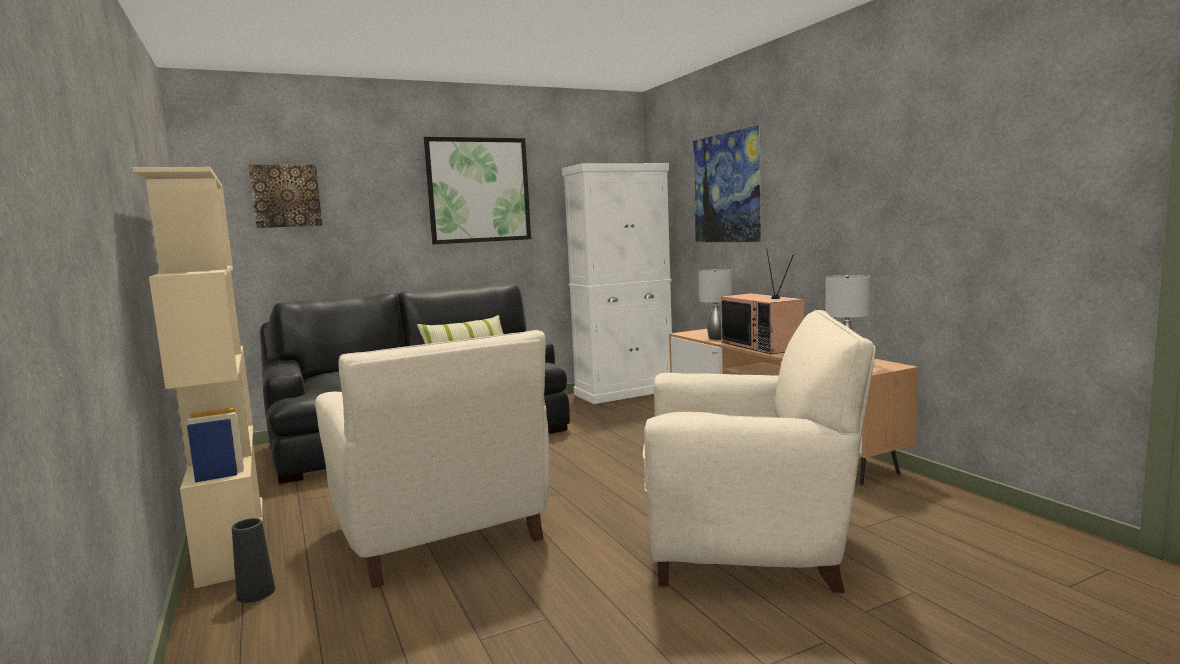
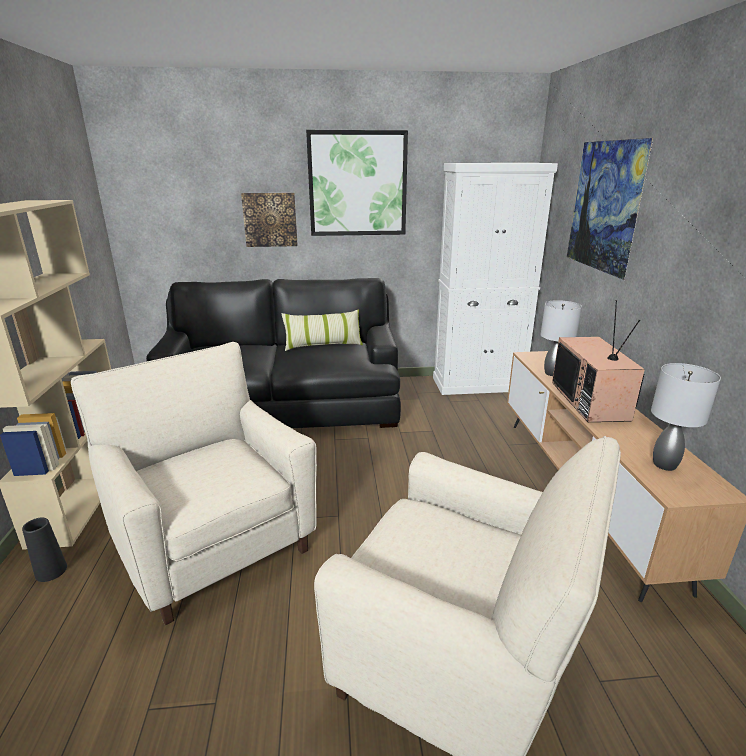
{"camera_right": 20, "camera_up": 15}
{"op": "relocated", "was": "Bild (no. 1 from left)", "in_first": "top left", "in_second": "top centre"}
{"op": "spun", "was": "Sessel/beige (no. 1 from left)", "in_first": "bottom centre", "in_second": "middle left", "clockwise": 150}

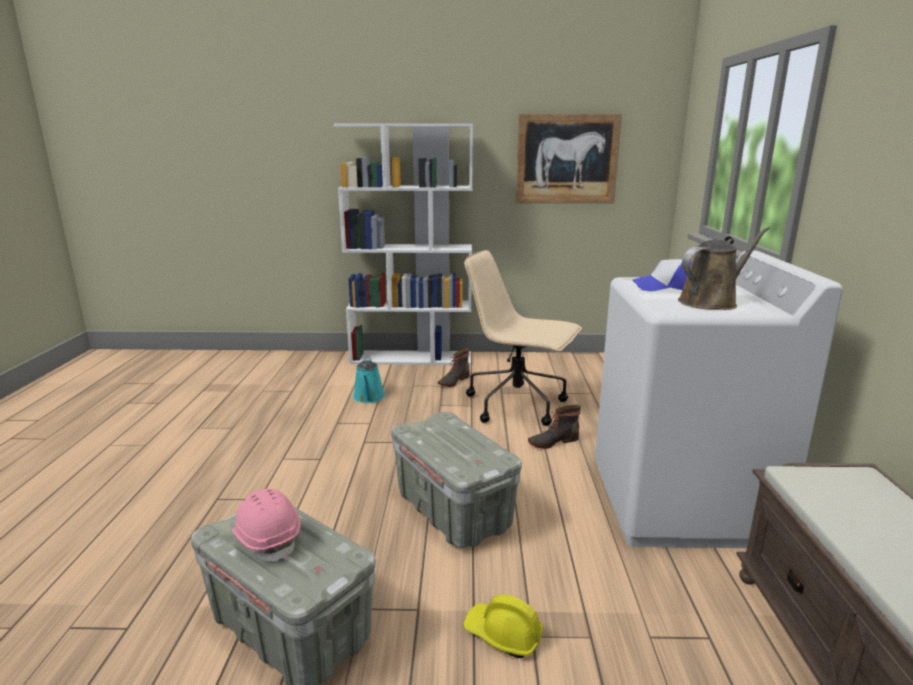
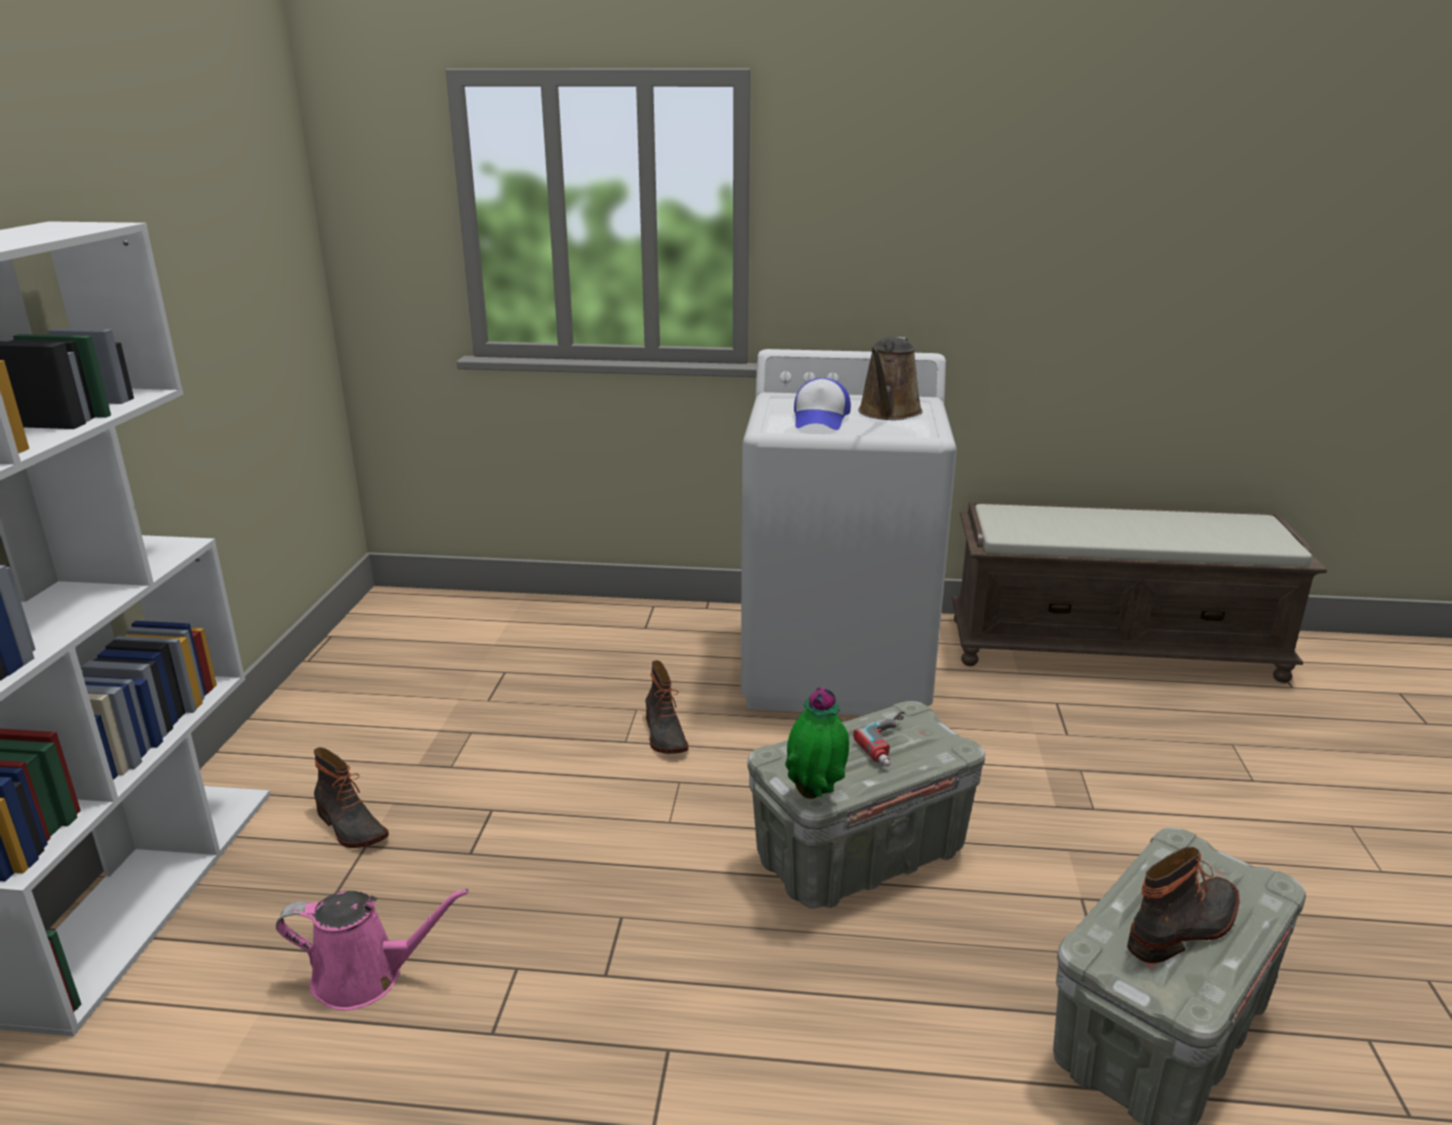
{"camera_right": -85, "camera_up": 5}
{"op": "exchanged", "was": "Schutzhelm/rosa", "now": "Stiefel (no. 3 from left)", "in_first": "bottom left", "in_second": "bottom right"}
{"op": "colour", "was": "Gießkanne/türkis", "now": "Gießkanne/rosa", "in_first": "centre", "in_second": "bottom left"}
{"op": "missing", "was": "Schutzhelm/gelb", "in_first": "bottom centre"}
{"op": "missing", "was": "Bürostuhl/beige", "in_first": "centre"}
{"op": "missing", "was": "Bild", "in_first": "top centre"}
{"op": "spun", "was": "Gießkanne/braun", "in_first": "middle right", "in_second": "centre", "clockwise": -135}
{"op": "appeared", "now": "Topfpflanze", "in_second": "centre"}
{"op": "appeared", "now": "Bohrmaschine", "in_second": "centre"}

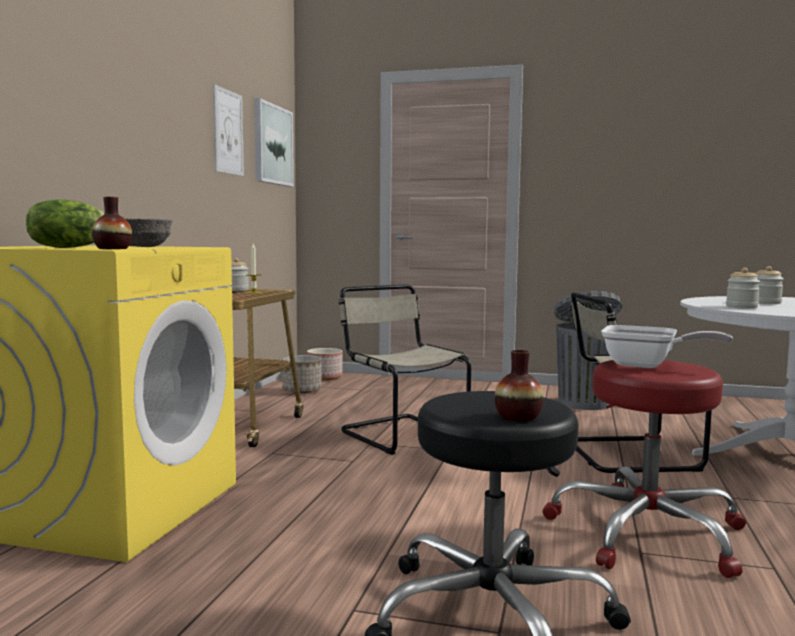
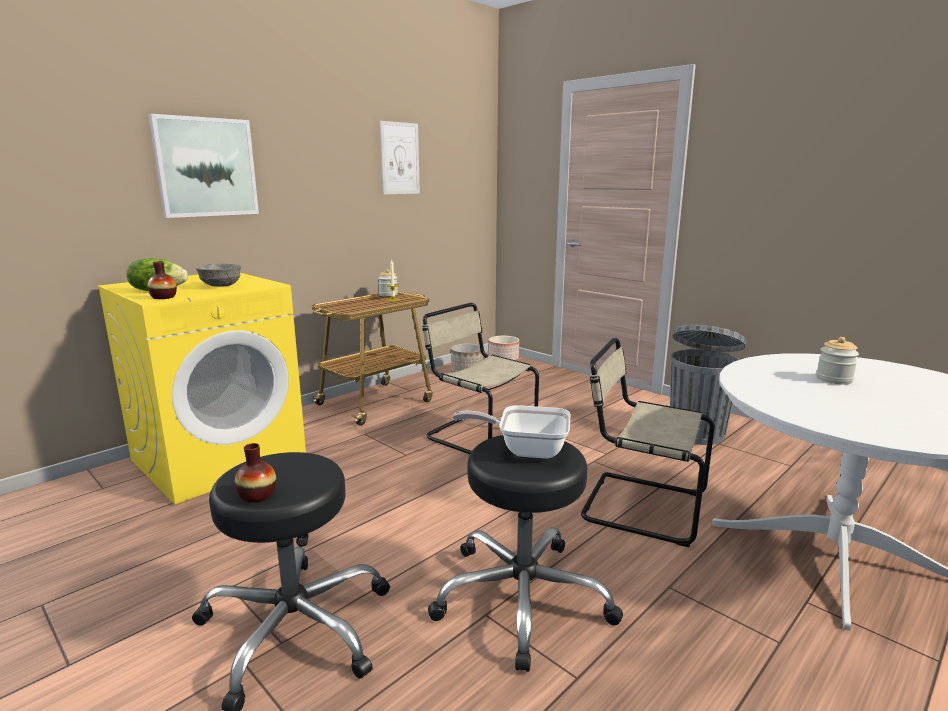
{"camera_right": 30, "camera_up": 10}
{"op": "relocated", "was": "Bild (no. 2 from left in the first image)", "now": "Bild (no. 1 from left)", "in_first": "top centre", "in_second": "top left"}
{"op": "spun", "was": "Stuhl/beige (no. 1 from left)", "in_first": "centre", "in_second": "centre", "clockwise": -45}
{"op": "colour", "was": "Hocker/rot", "now": "Hocker/schwarz (no. 2 from left)", "in_first": "bottom right", "in_second": "bottom centre"}
{"op": "spun", "was": "Pfanne", "in_first": "middle right", "in_second": "centre", "clockwise": 135}
{"op": "missing", "was": "Vorratsglas (no. 2 from left)", "in_first": "middle right"}

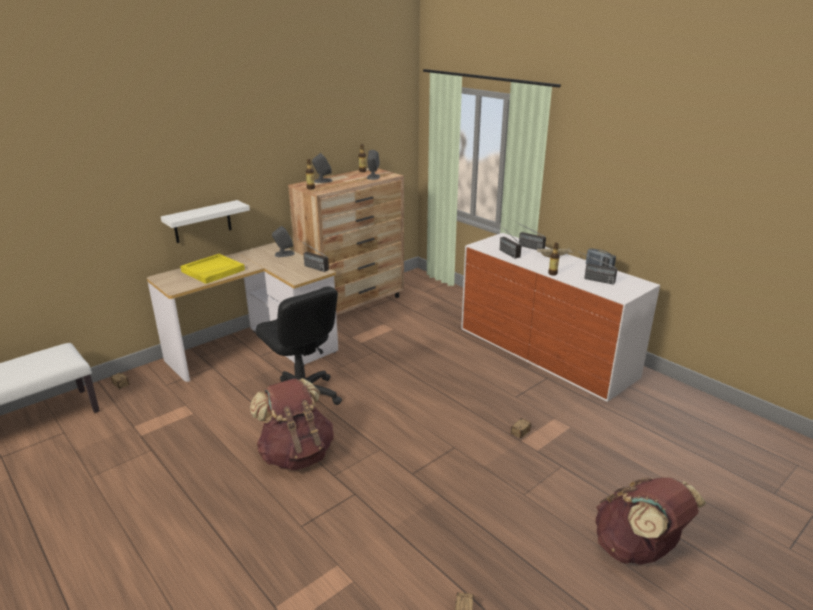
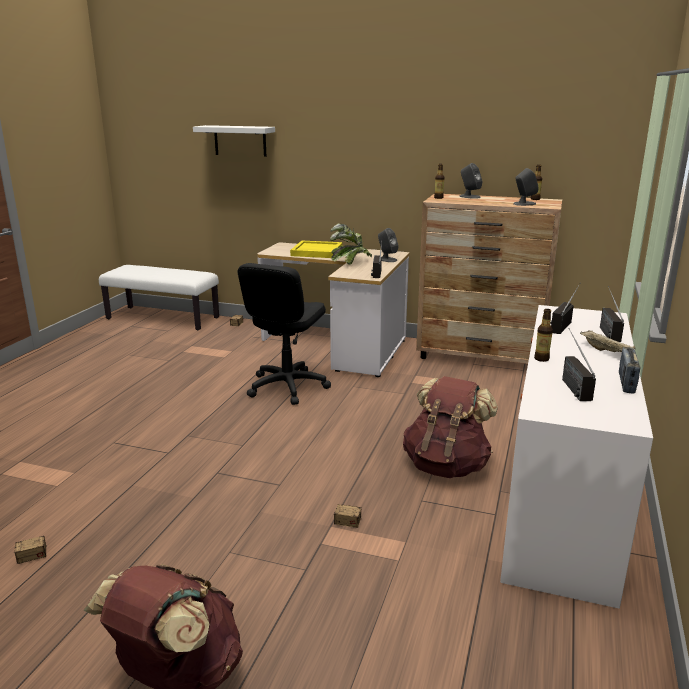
{"camera_right": 60, "camera_up": -5}
{"op": "relocated", "was": "Wandregal/weiß", "in_first": "middle left", "in_second": "top centre"}
{"op": "relocated", "was": "Rucksack/braun (no. 1 from left in the first image)", "now": "Rucksack/braun (no. 2 from left)", "in_first": "bottom centre", "in_second": "centre"}
{"op": "appeared", "now": "Topfpflanze", "in_second": "centre"}

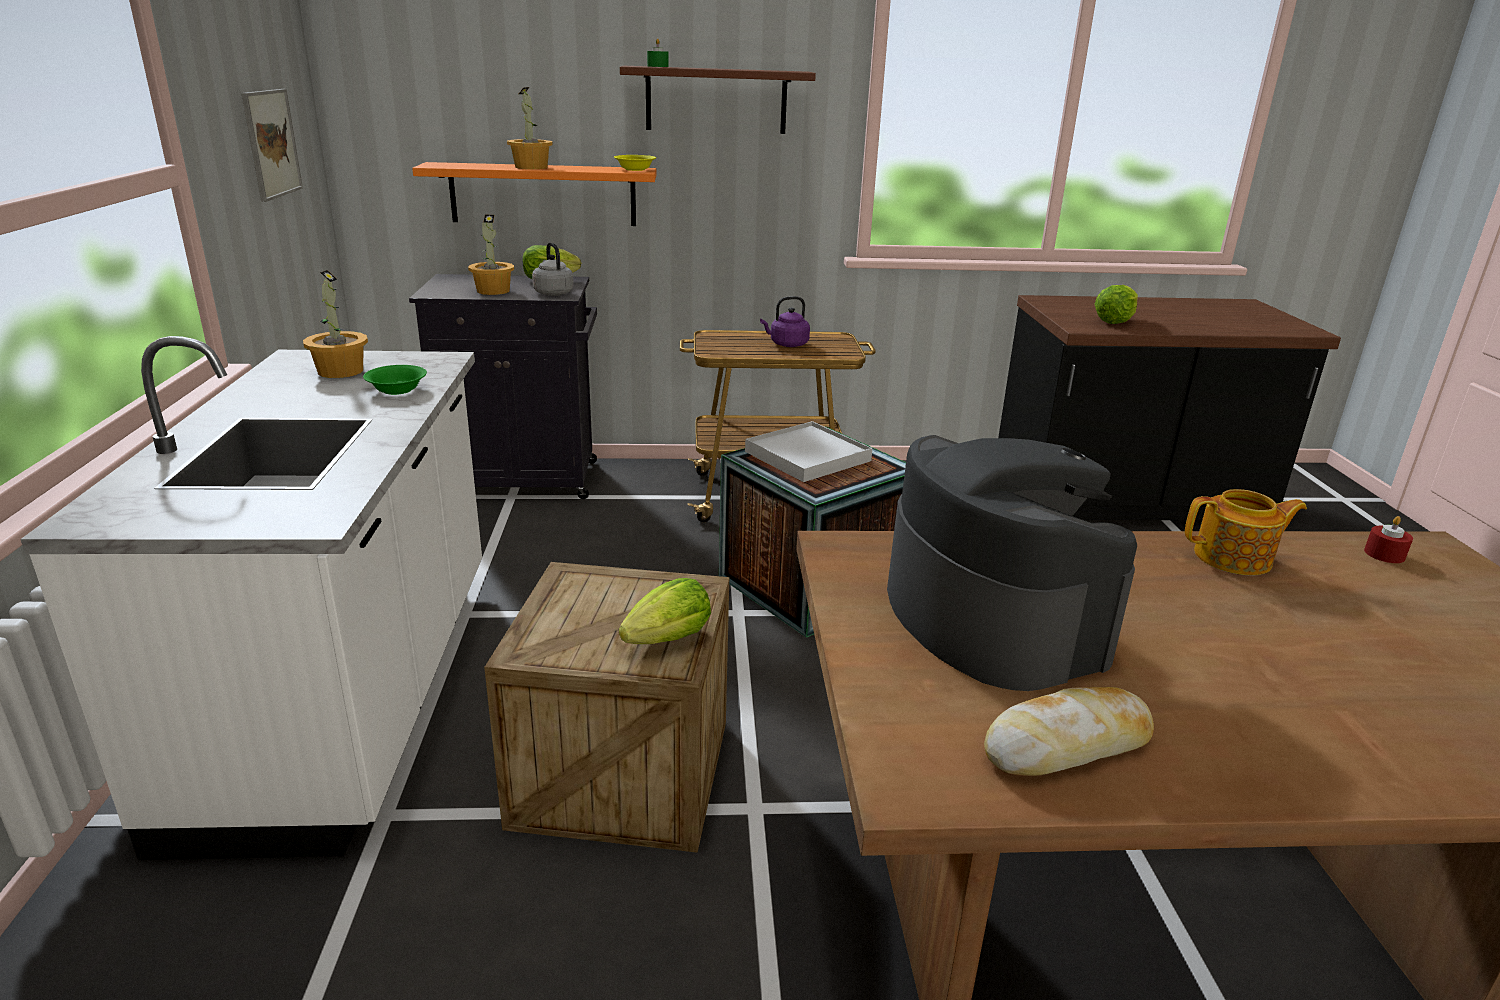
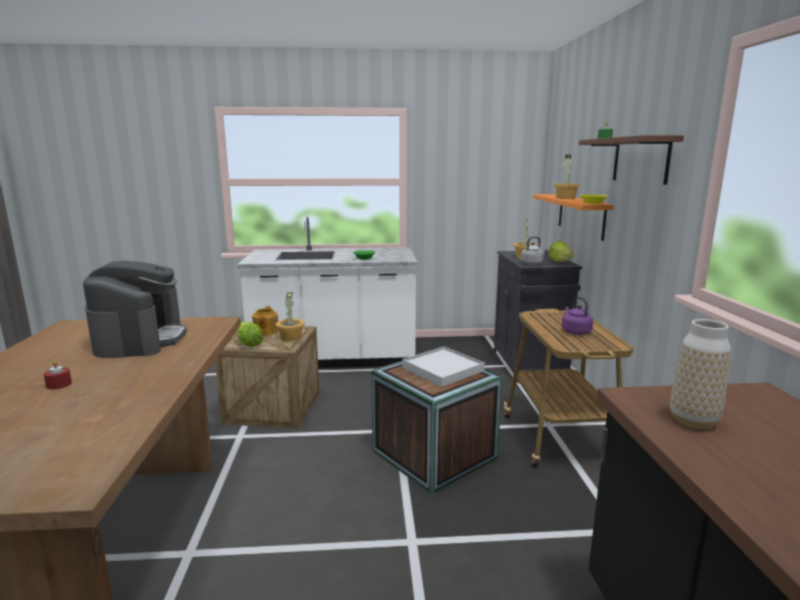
{"camera_right": 90, "camera_up": -10}
{"op": "missing", "was": "Bild", "in_first": "top left"}
{"op": "relocated", "was": "Topfpflanze (no. 1 from left)", "in_first": "top left", "in_second": "centre"}
{"op": "spun", "was": "Kaffeemaschine", "in_first": "middle right", "in_second": "middle left", "clockwise": -75}
{"op": "missing", "was": "Brot", "in_first": "bottom right"}
{"op": "exchanged", "was": "Salatkopf (no. 3 from left)", "now": "Vase", "in_first": "top right", "in_second": "middle right"}
{"op": "relocated", "was": "Teekanne", "in_first": "middle right", "in_second": "middle left"}
{"op": "relocated", "was": "Kerze/rot", "in_first": "middle right", "in_second": "middle left"}

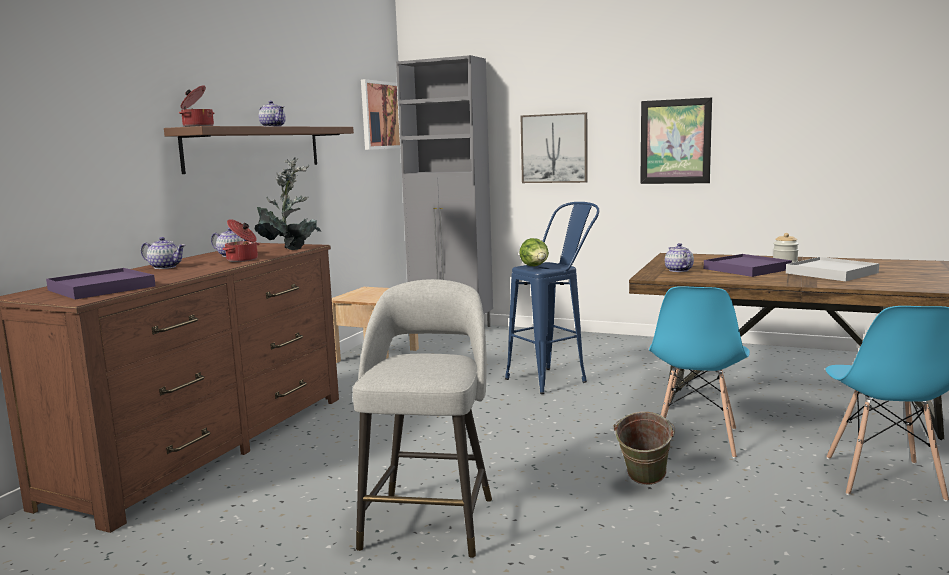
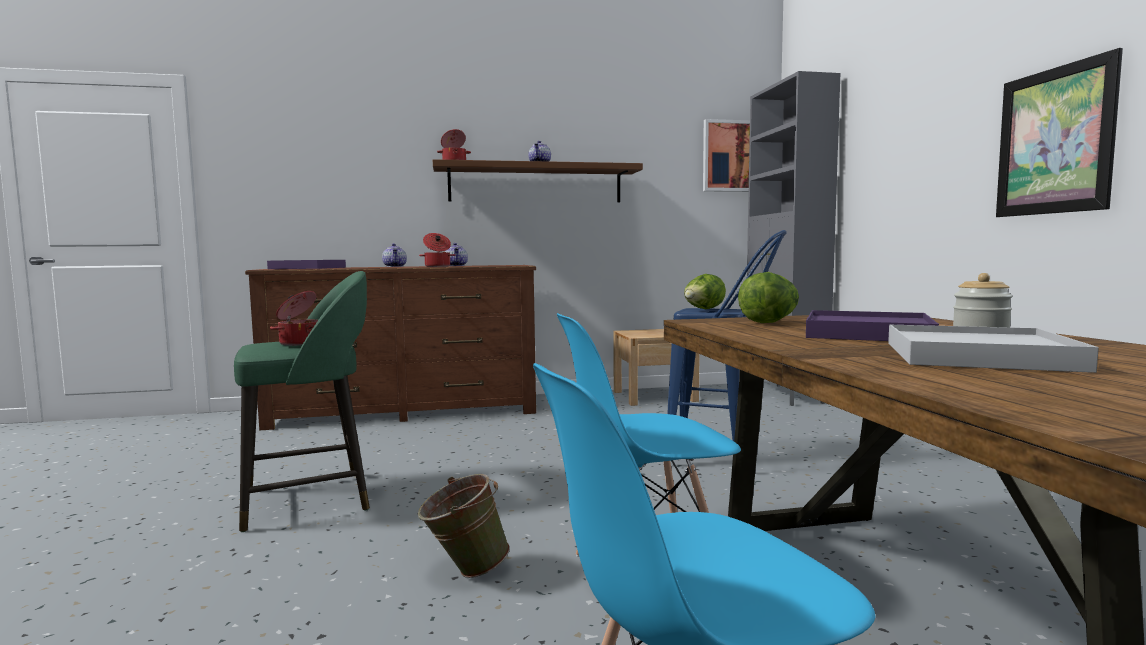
{"camera_right": 55, "camera_up": -5}
{"op": "missing", "was": "Topfpflanze", "in_first": "middle left"}
{"op": "colour", "was": "Hocker/grau", "now": "Hocker/grün", "in_first": "bottom centre", "in_second": "middle left"}
{"op": "missing", "was": "Bild (no. 2 from left)", "in_first": "top centre"}
{"op": "exchanged", "was": "Teekanne (no. 4 from left)", "now": "Salatkopf (no. 2 from left)", "in_first": "middle right", "in_second": "middle right"}
{"op": "appeared", "now": "Kochtopf (no. 1 from left)", "in_second": "middle left"}

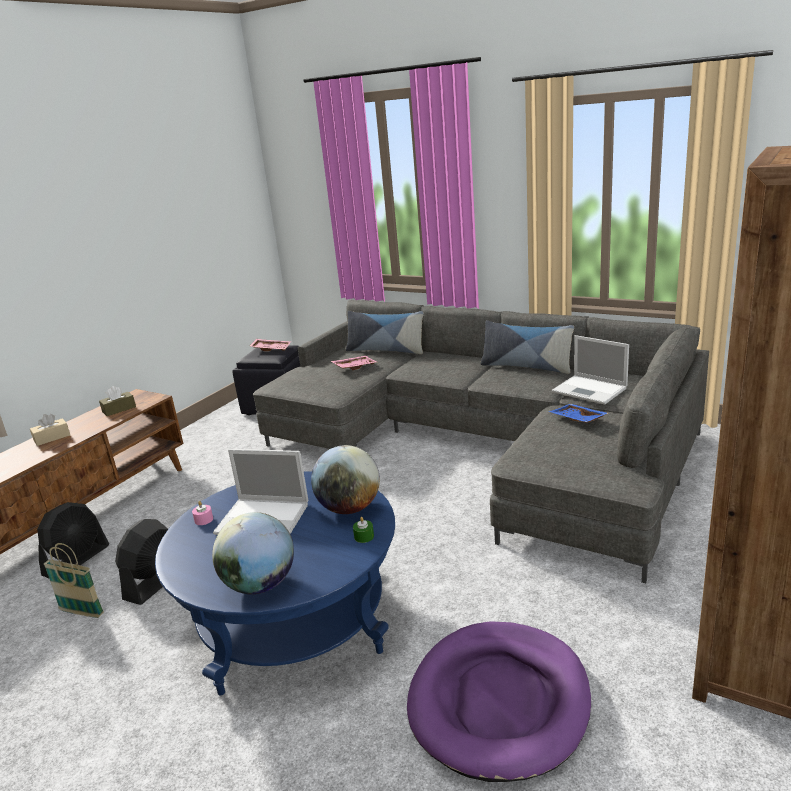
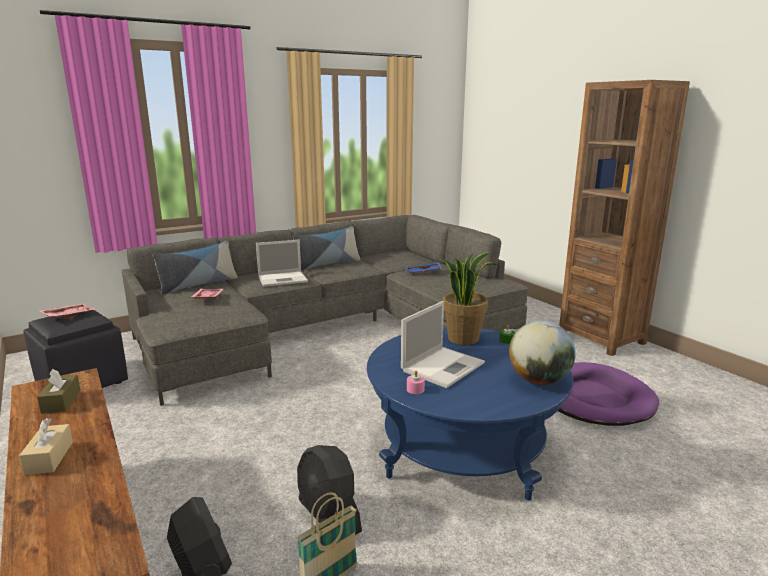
{"camera_right": -65, "camera_up": -5}
{"op": "exchanged", "was": "Globus (no. 2 from left)", "now": "Topfpflanze", "in_first": "centre", "in_second": "centre"}
{"op": "relocated", "was": "Laptop (no. 2 from left in the first image)", "now": "Laptop (no. 1 from left)", "in_first": "middle right", "in_second": "centre"}

